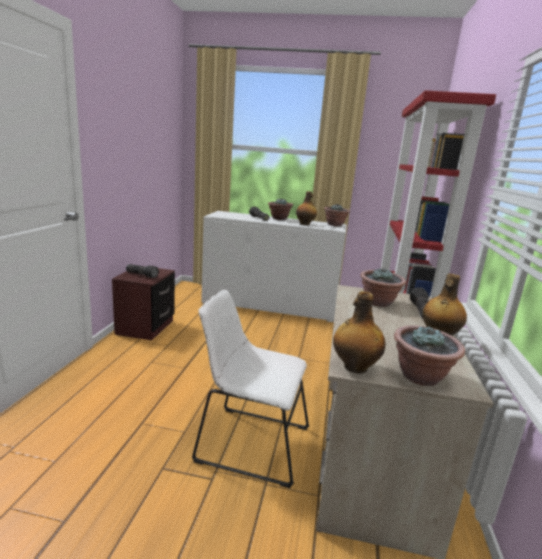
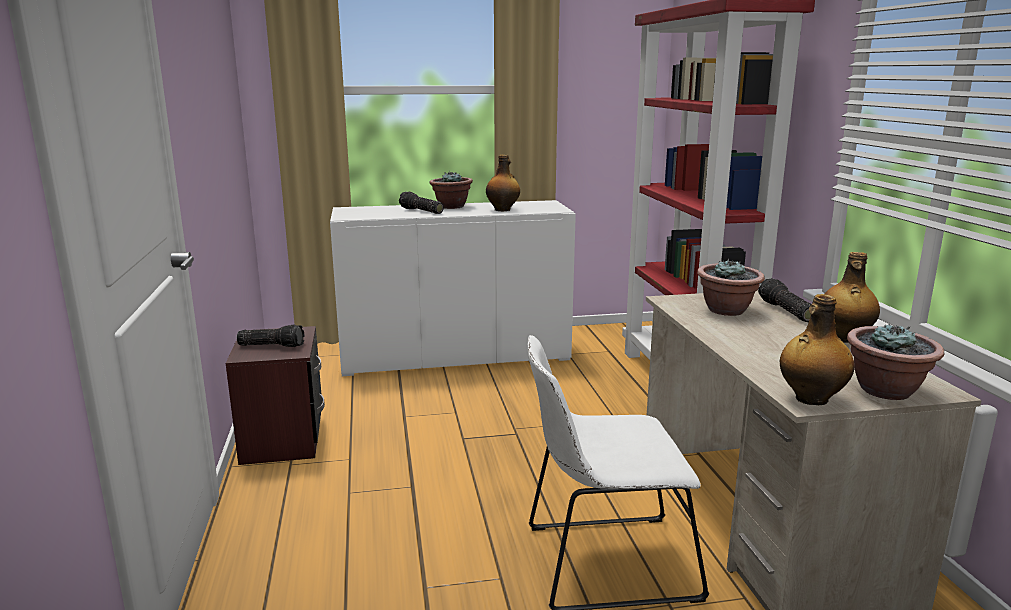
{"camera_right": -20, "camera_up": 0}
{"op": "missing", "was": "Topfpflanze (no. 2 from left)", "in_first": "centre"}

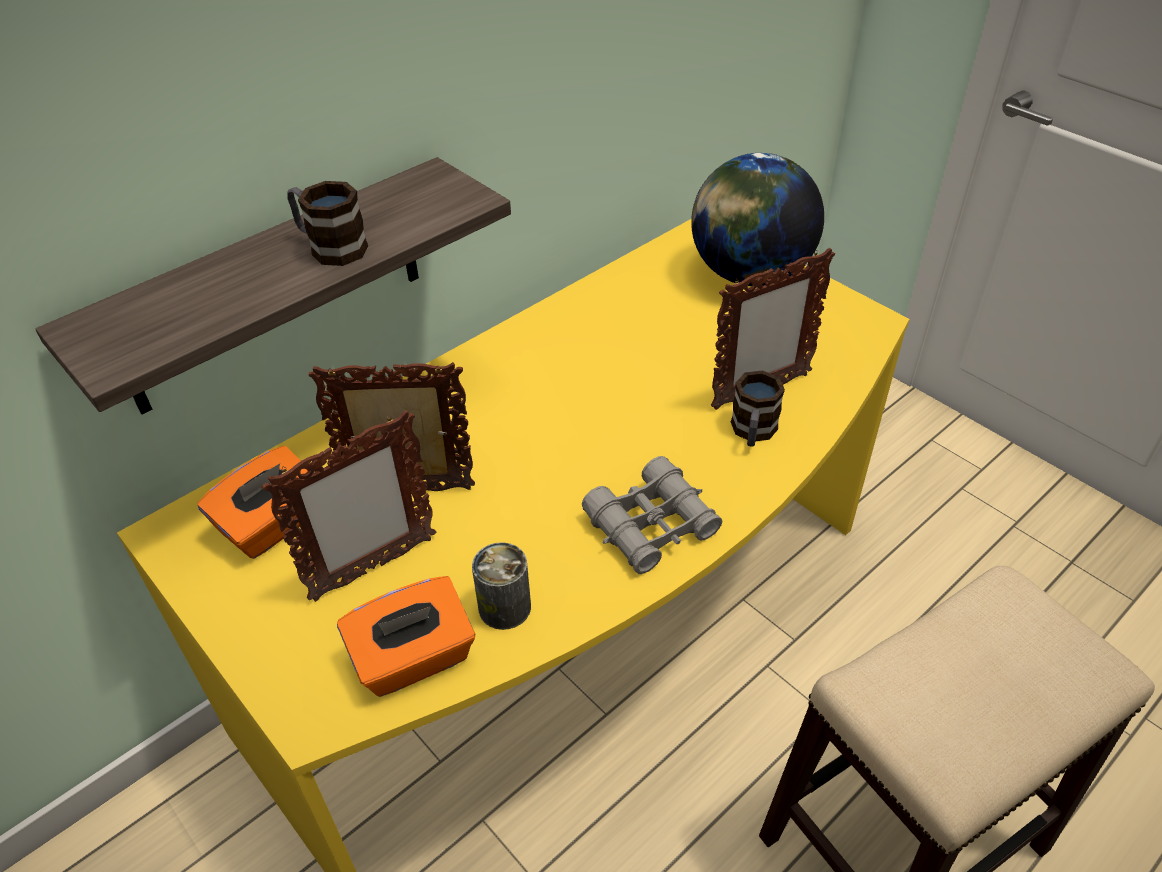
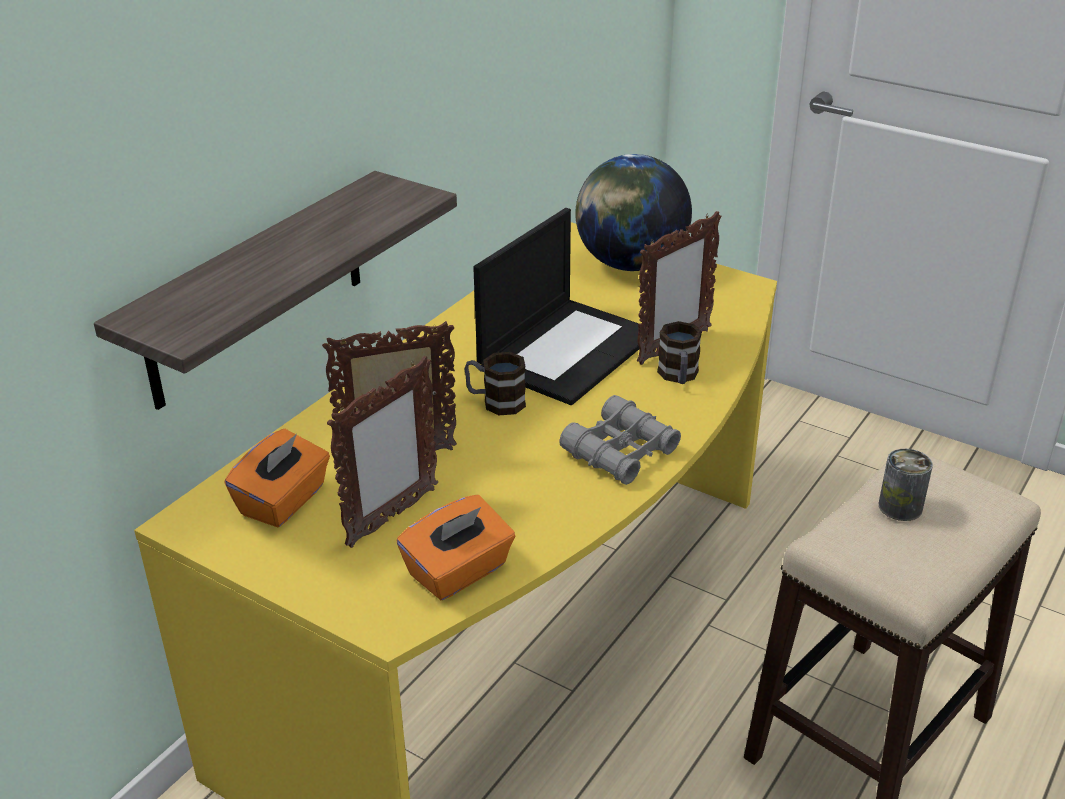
{"camera_right": -15, "camera_up": -10}
{"op": "relocated", "was": "Henkelbecher (no. 1 from left)", "in_first": "top left", "in_second": "centre"}
{"op": "relocated", "was": "Dose", "in_first": "bottom centre", "in_second": "middle right"}
{"op": "appeared", "now": "Laptop", "in_second": "centre"}

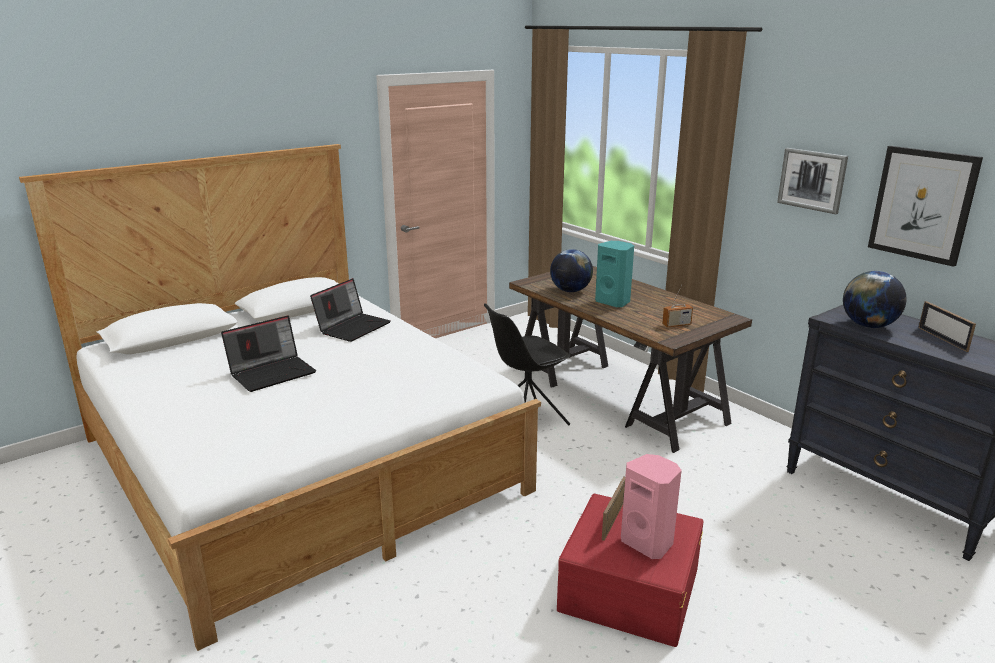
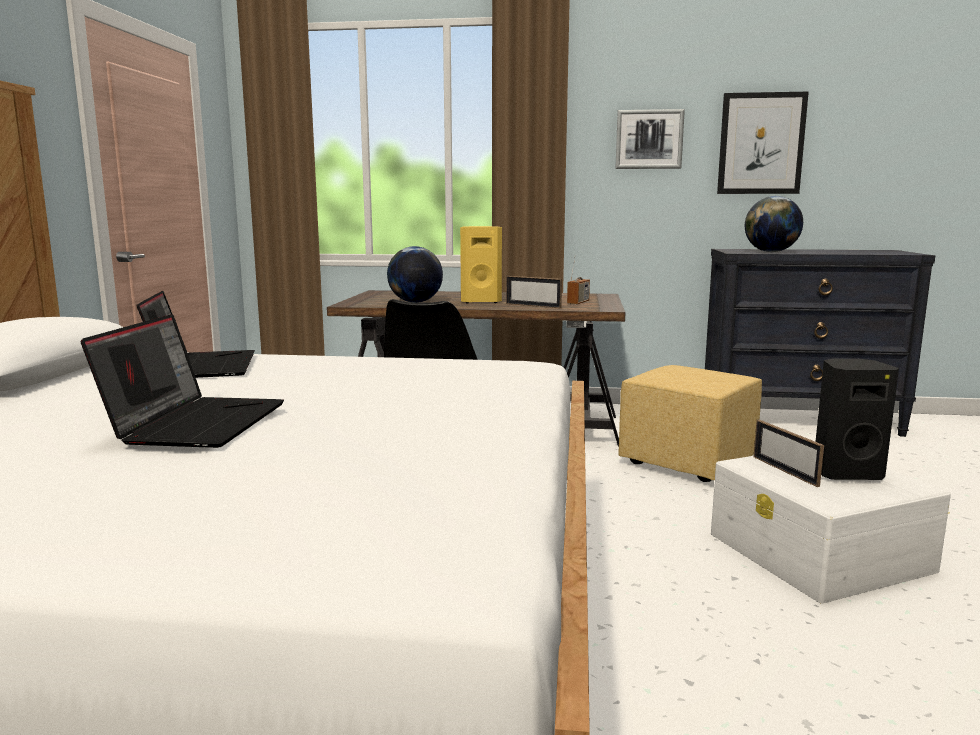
{"camera_right": -45, "camera_up": -10}
{"op": "colour", "was": "Aufbewahrungsbox/rot", "now": "Aufbewahrungsbox/weiß", "in_first": "bottom centre", "in_second": "bottom right"}
{"op": "colour", "was": "Lautsprecher/türkis", "now": "Lautsprecher/gelb", "in_first": "centre", "in_second": "centre"}
{"op": "colour", "was": "Lautsprecher/rosa", "now": "Lautsprecher/schwarz", "in_first": "bottom centre", "in_second": "middle right"}
{"op": "relocated", "was": "Bilderrahmen (no. 2 from left in the first image)", "now": "Bilderrahmen (no. 1 from left)", "in_first": "middle right", "in_second": "centre"}
{"op": "appeared", "now": "Polsterhocker/gelb", "in_second": "middle right"}

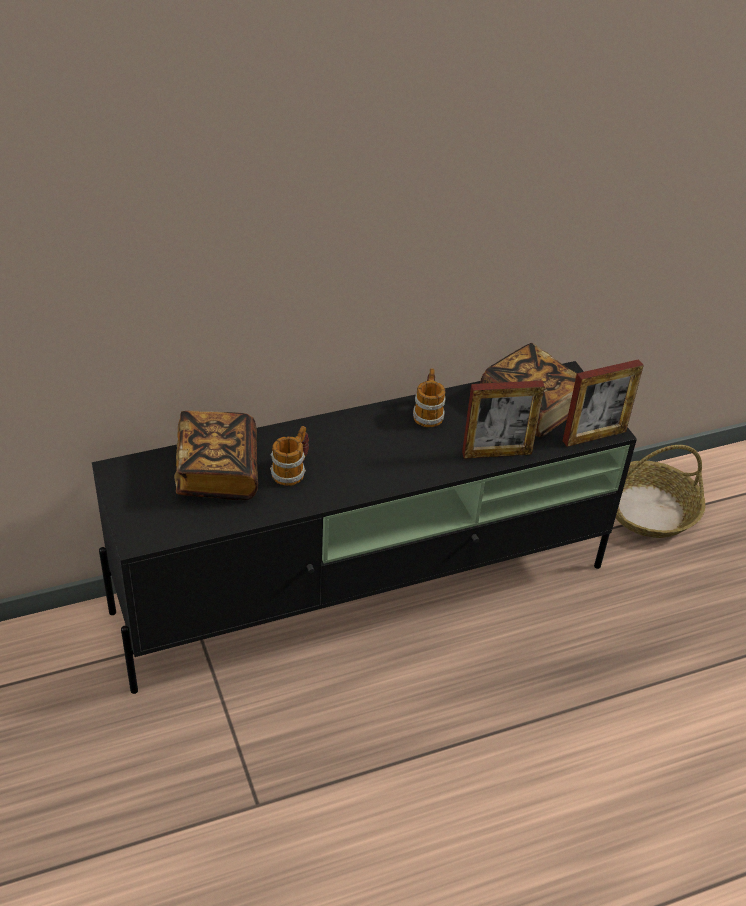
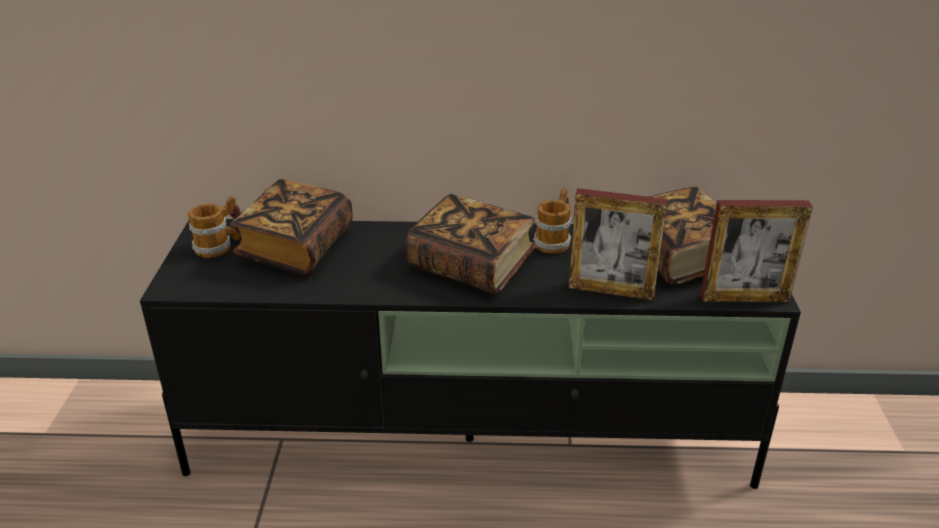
{"camera_right": 25, "camera_up": -10}
{"op": "relocated", "was": "Henkelbecher (no. 1 from left)", "in_first": "centre", "in_second": "middle left"}
{"op": "missing", "was": "Korb", "in_first": "middle right"}
{"op": "appeared", "now": "Buch (no. 2 from left)", "in_second": "centre"}

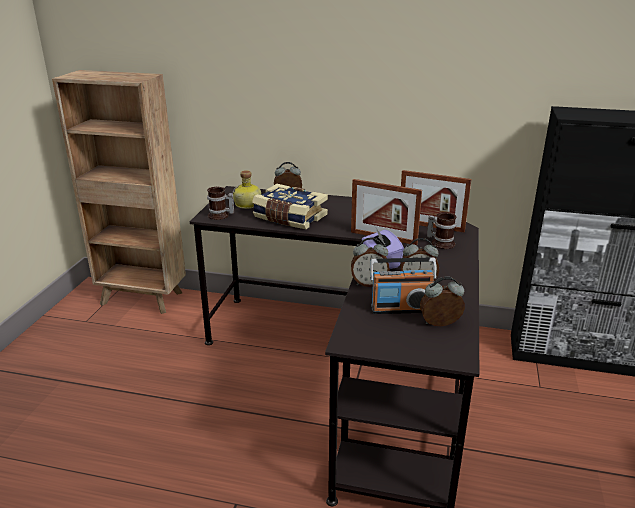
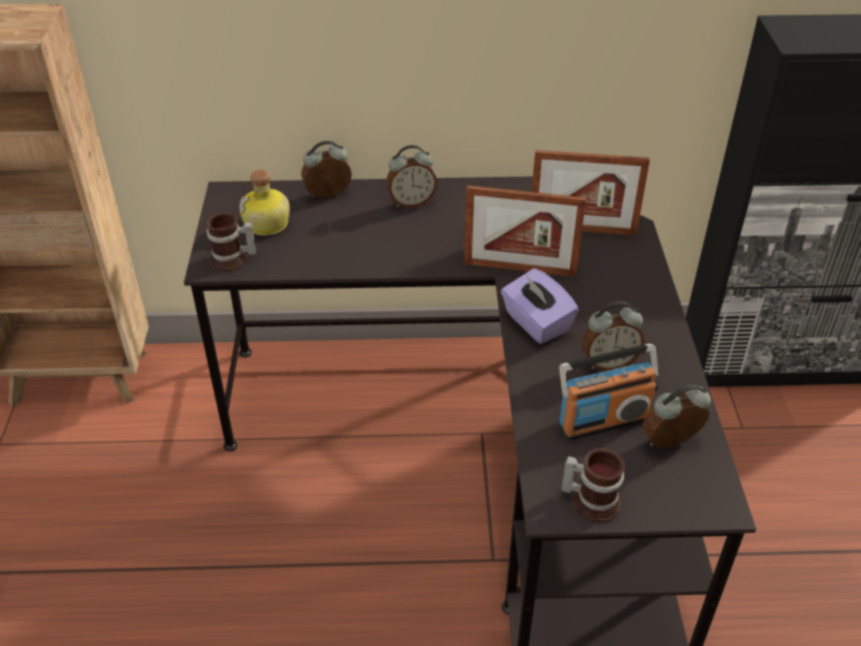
{"camera_right": -15, "camera_up": 15}
{"op": "missing", "was": "Buch", "in_first": "centre"}
{"op": "relocated", "was": "Wecker (no. 2 from left)", "in_first": "centre", "in_second": "top centre"}
{"op": "relocated", "was": "Henkelbecher (no. 2 from left)", "in_first": "middle right", "in_second": "bottom right"}

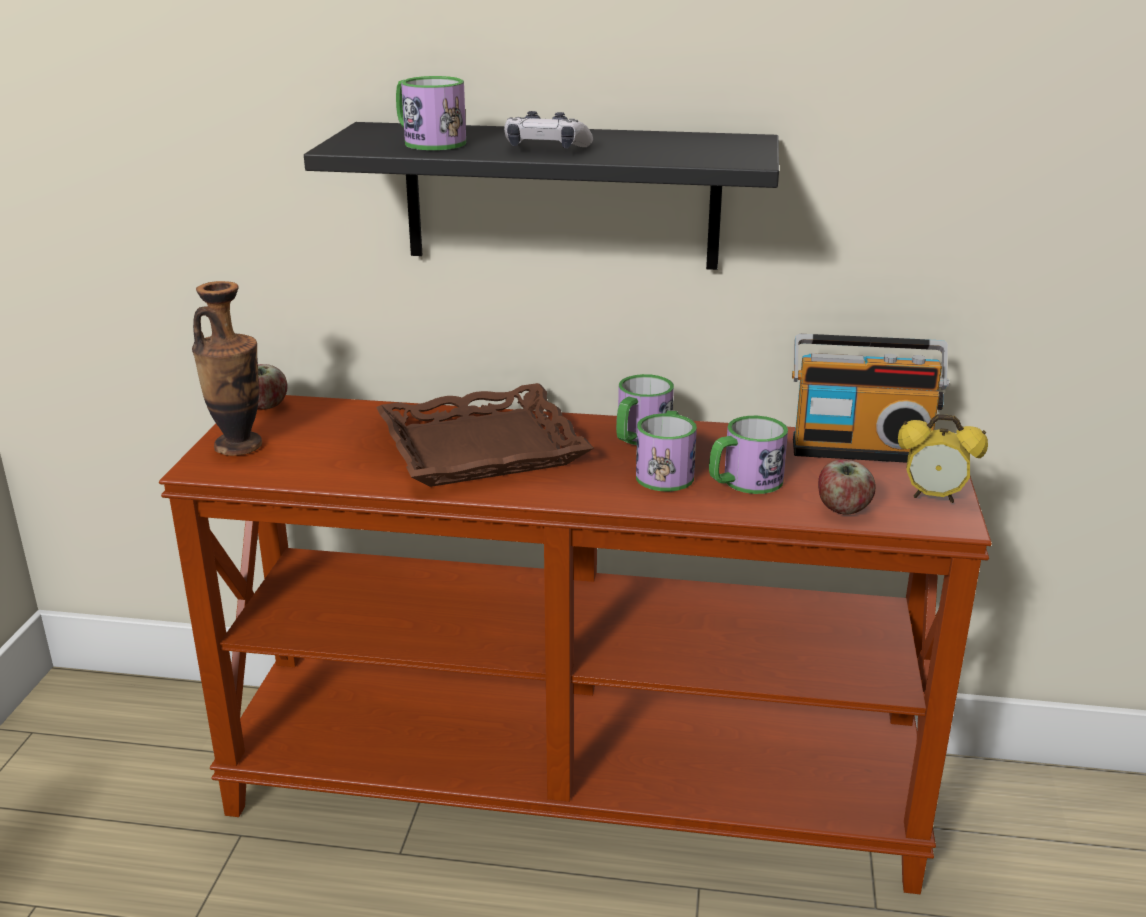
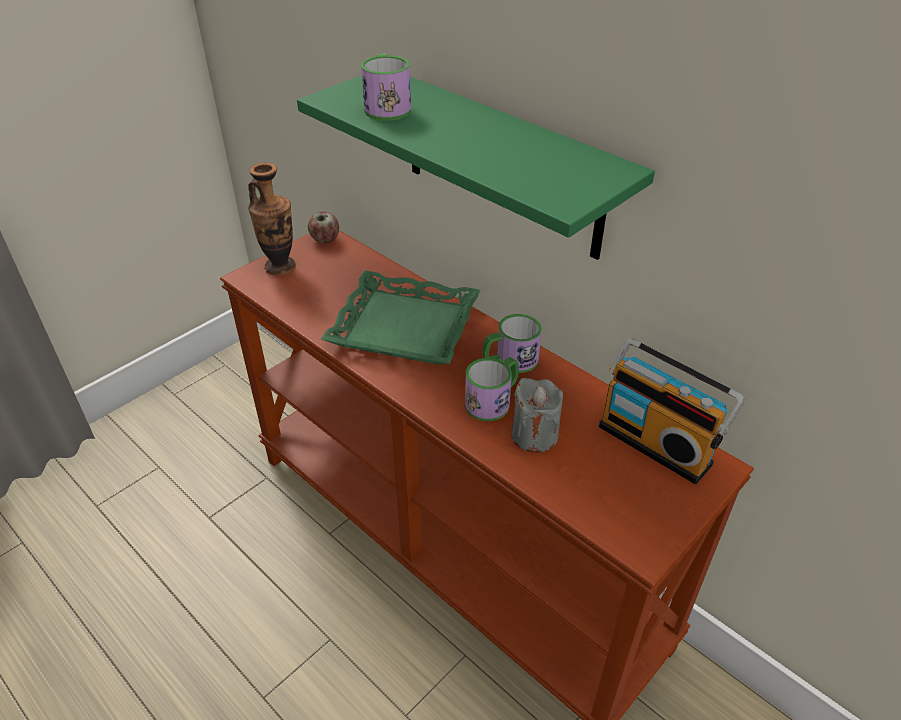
{"camera_right": 35, "camera_up": 15}
{"op": "colour", "was": "Wandregal/schwarz", "now": "Wandregal/grün", "in_first": "top centre", "in_second": "top centre"}
{"op": "colour", "was": "Tablett/braun", "now": "Tablett/grün", "in_first": "centre", "in_second": "centre"}
{"op": "missing", "was": "Gamepad", "in_first": "top centre"}
{"op": "exchanged", "was": "Henkelbecher (no. 4 from left)", "now": "Kerze/grau", "in_first": "centre", "in_second": "centre"}
{"op": "missing", "was": "Apfel (no. 2 from left)", "in_first": "middle right"}
{"op": "missing", "was": "Wecker", "in_first": "middle right"}

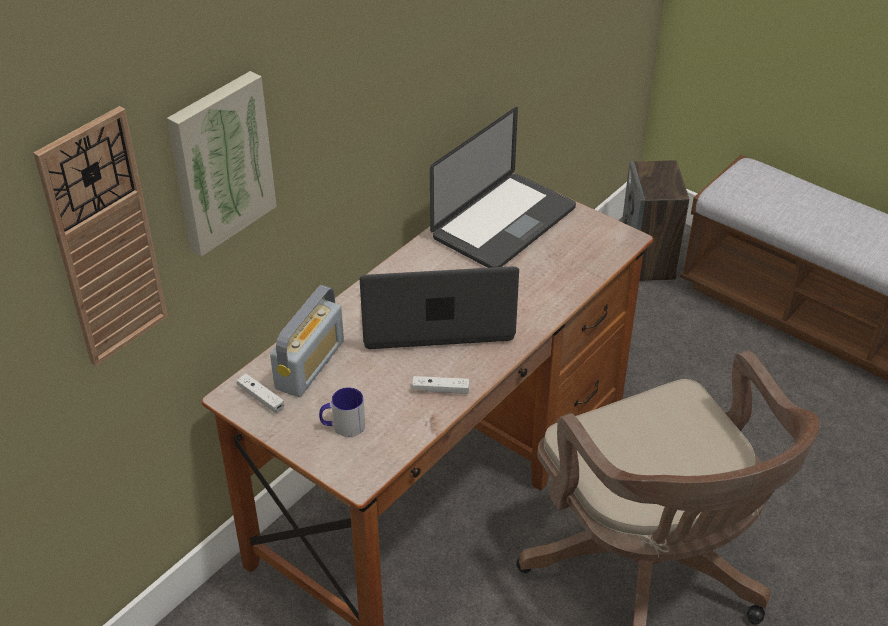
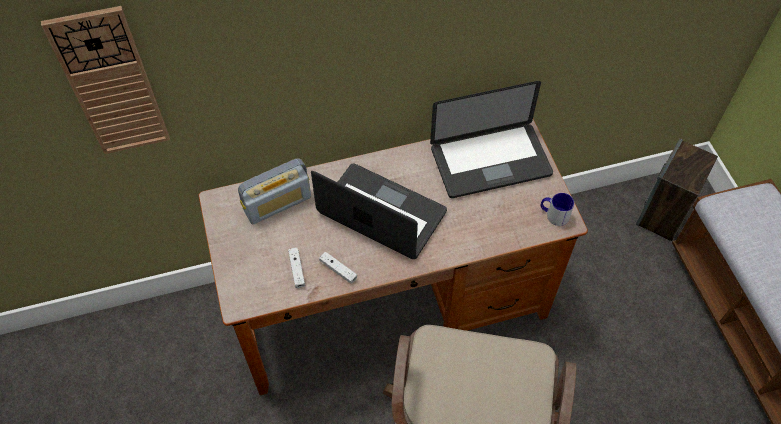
{"camera_right": 35, "camera_up": 15}
{"op": "missing", "was": "Bild", "in_first": "top left"}
{"op": "relocated", "was": "Gamepad/weiß (no. 1 from left)", "in_first": "middle left", "in_second": "centre"}
{"op": "relocated", "was": "Henkelbecher", "in_first": "centre", "in_second": "middle right"}

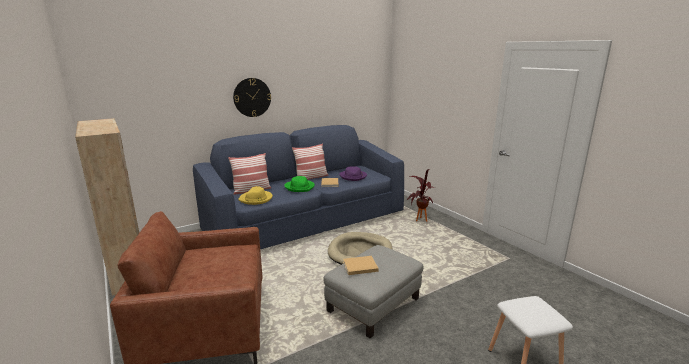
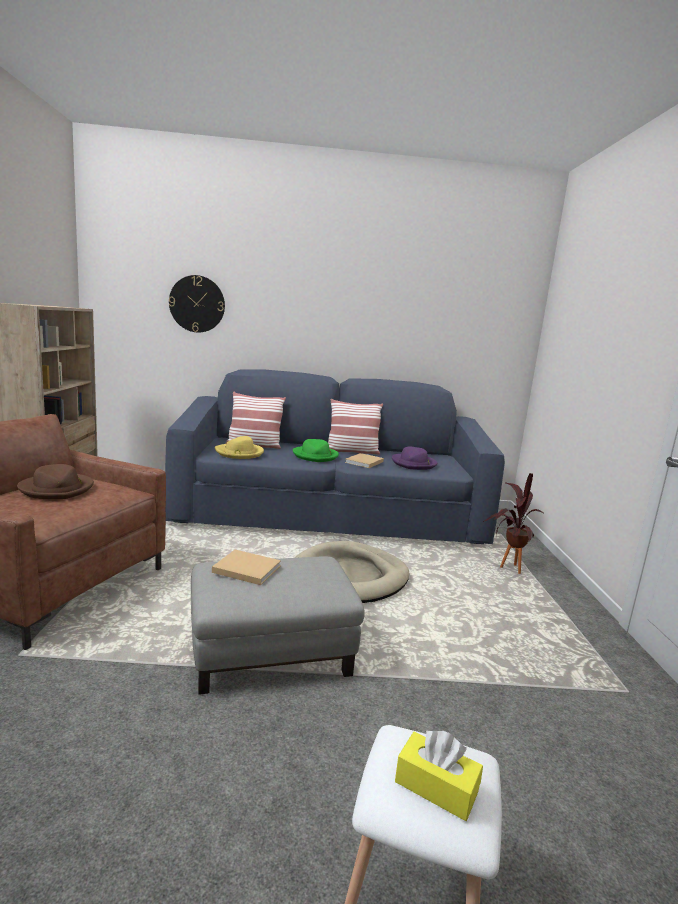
{"camera_right": 30, "camera_up": -5}
{"op": "relocated", "was": "Wanduhr", "in_first": "top centre", "in_second": "middle left"}
{"op": "appeared", "now": "Hut/braun", "in_second": "middle left"}
{"op": "appeared", "now": "Taschentuchbox/gelb", "in_second": "bottom centre"}

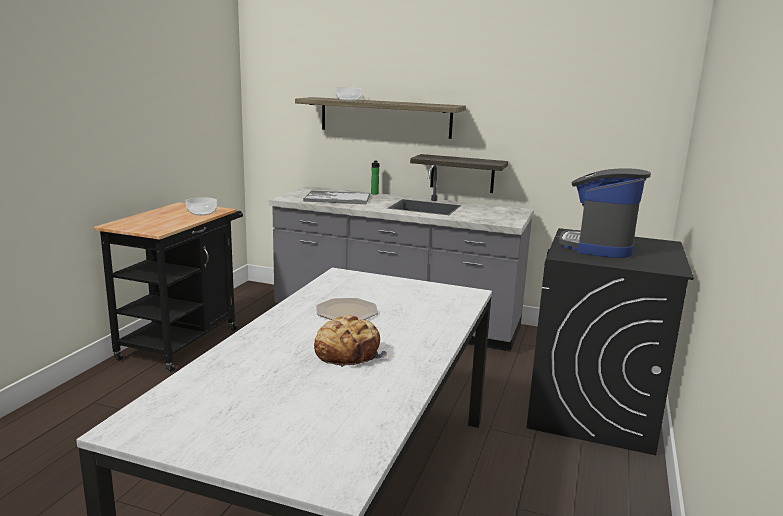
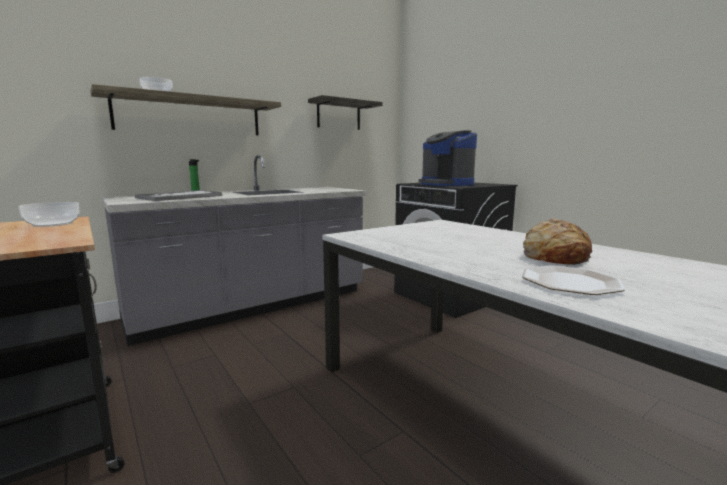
{"camera_right": -55, "camera_up": -5}
{"op": "relocated", "was": "Teller", "in_first": "centre", "in_second": "middle right"}
{"op": "relocated", "was": "Wandregal (no. 2 from left)", "in_first": "centre", "in_second": "top centre"}

